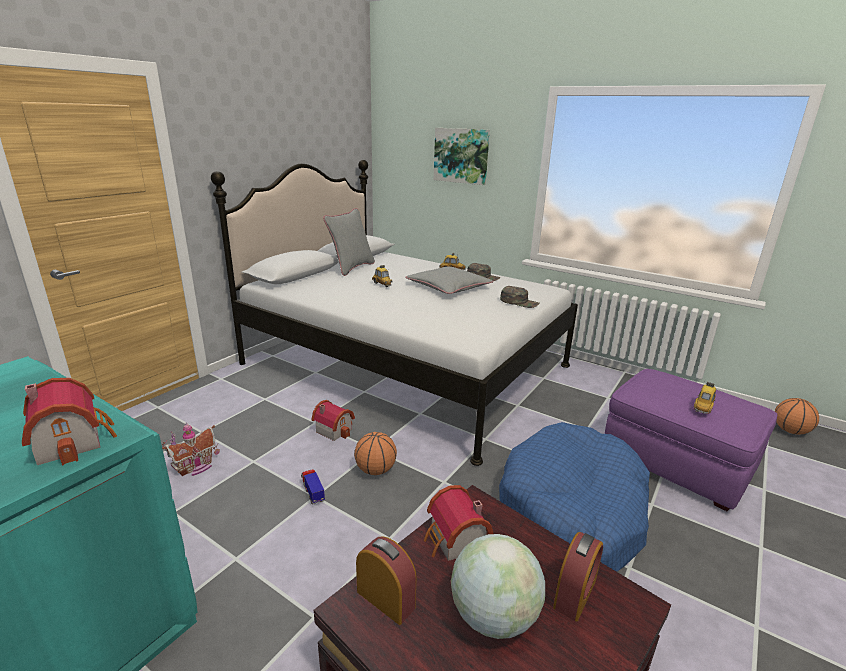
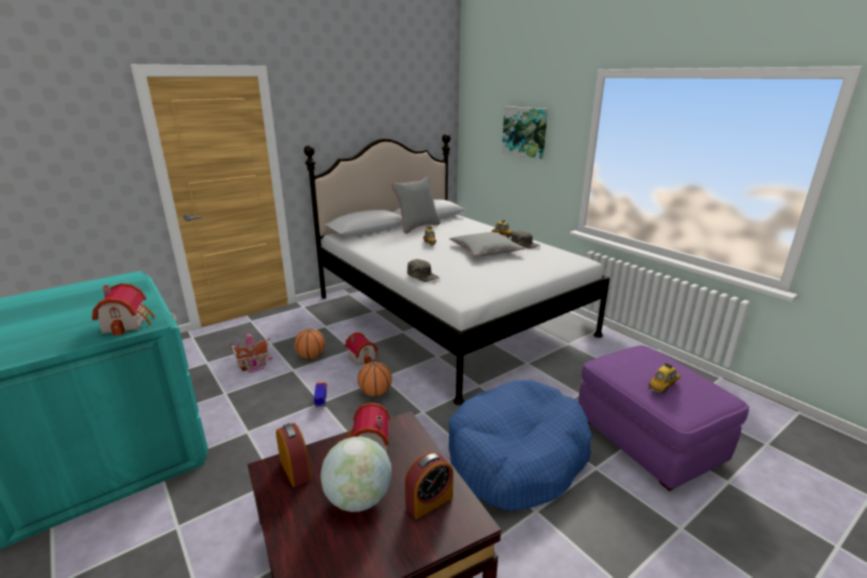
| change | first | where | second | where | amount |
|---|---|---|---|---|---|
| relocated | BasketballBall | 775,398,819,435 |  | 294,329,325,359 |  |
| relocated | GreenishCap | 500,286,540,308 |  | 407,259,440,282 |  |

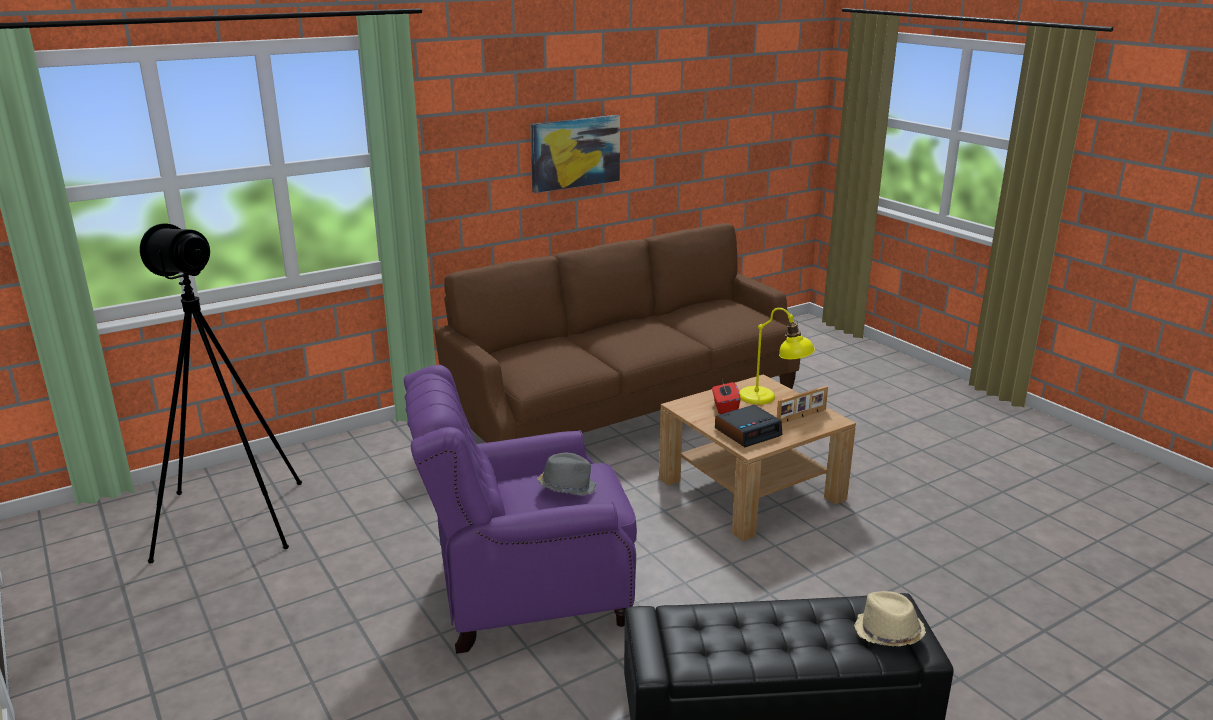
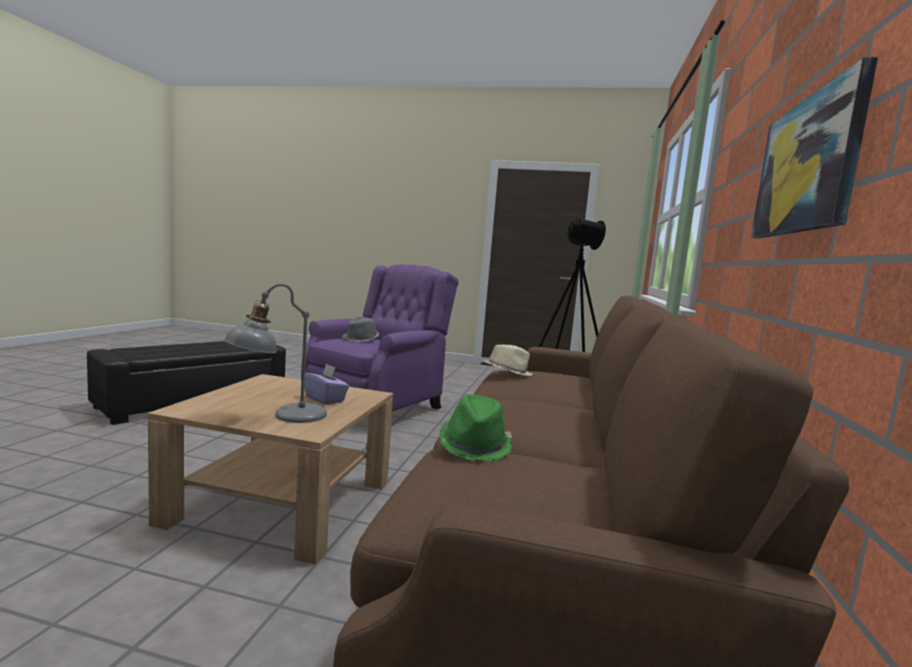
| change | first | where | second | where | amount |
|---|---|---|---|---|---|
| colour | YellowishTabletopLamp | 739,308,815,405 | GreyTabletopLamp | 224,283,327,423 |  |
| colour | ReddishTissueBox | 712,380,741,414 | PurpleTissueBox | 304,364,349,405 |  |
| appeared |  |  | GreenishHat | 440,394,512,462 |  |
| relocated | BeigeColouredHat | 854,591,926,646 |  | 484,345,532,376 |  |
| missing | AlarmClock | 715,405,782,447 |  |  |  |
| missing | StandingFrame | 777,386,828,423 |  |  |  |

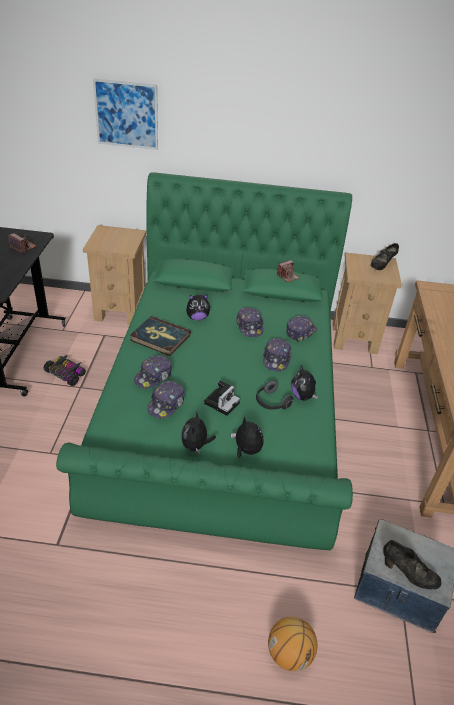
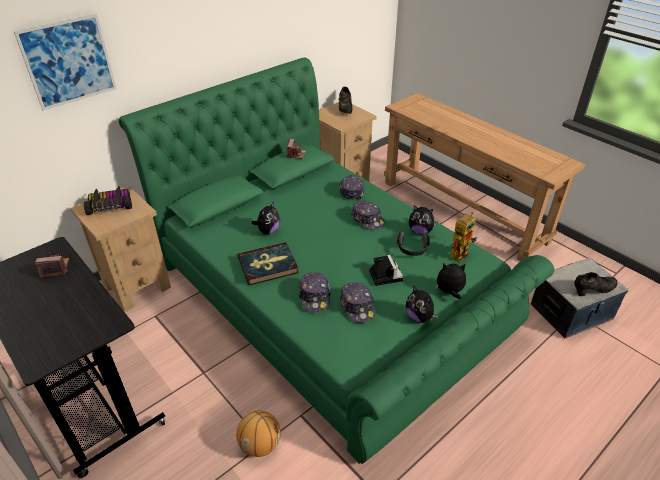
| change | first | where | second | where | amount |
|---|---|---|---|---|---|
| relocated | ToyCar | 44,355,86,386 |  | 84,185,132,215 |  |
| relocated | BasketballBall | 268,617,317,672 |  | 236,410,281,457 |  |
| appeared |  |  | RobotFigure | 450,212,477,263 |  |
| missing | Cap | 236,308,264,337 |  |  |  |

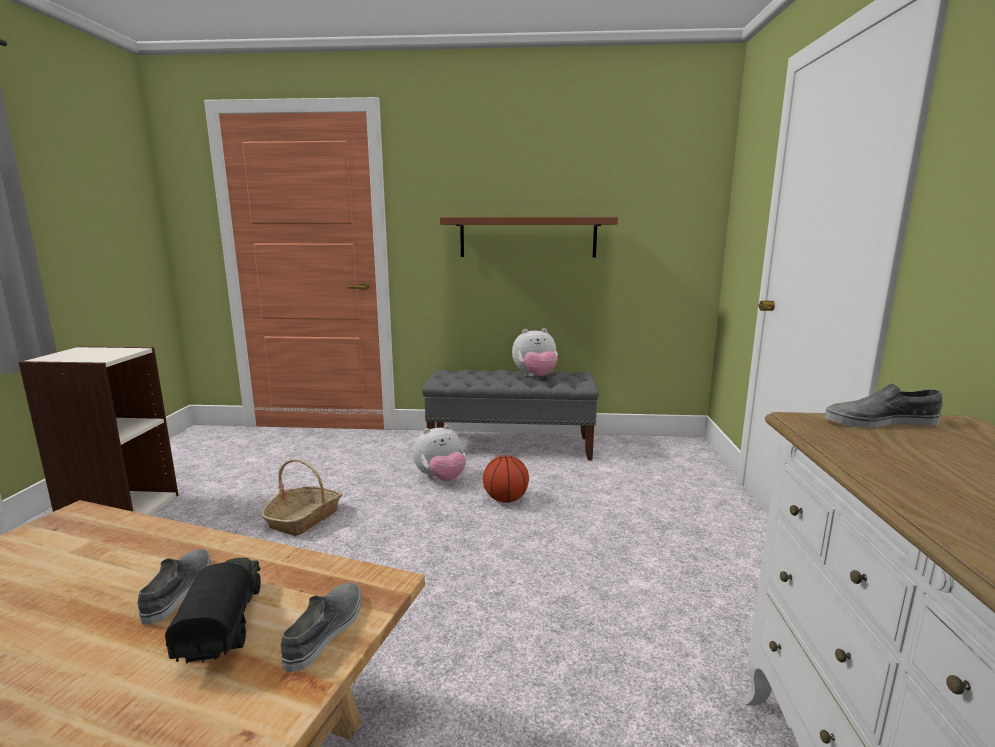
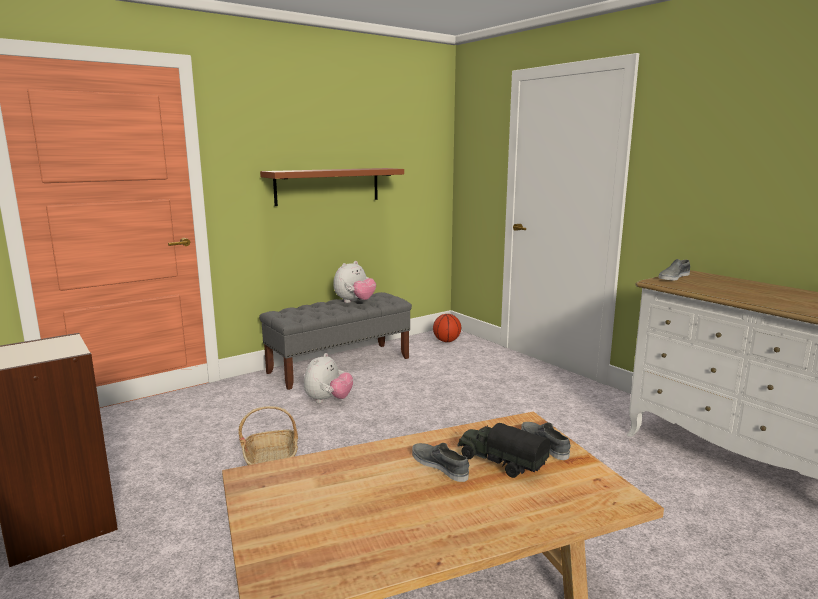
| change | first | where | second | where | amount |
|---|---|---|---|---|---|
| relocated | BasketballBall | 483,455,529,503 |  | 433,314,461,342 |  |

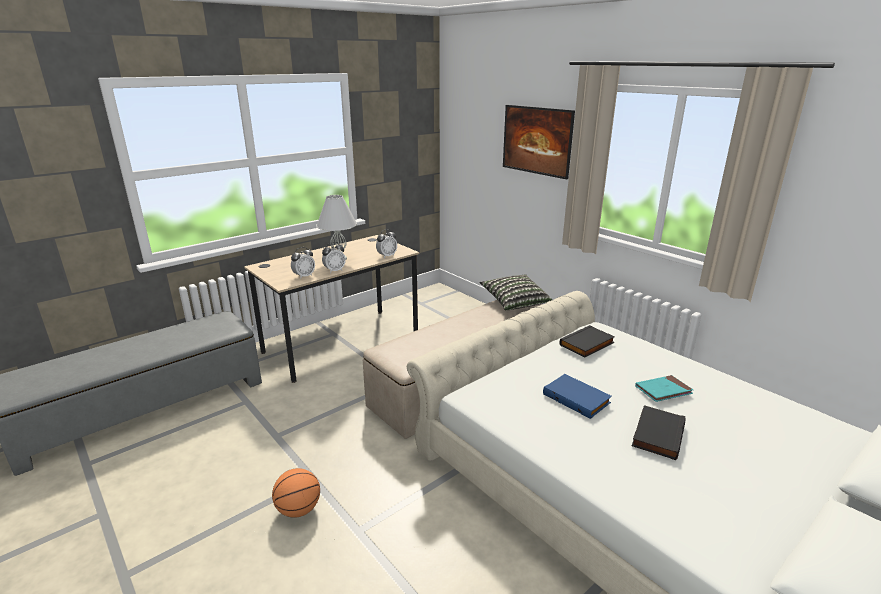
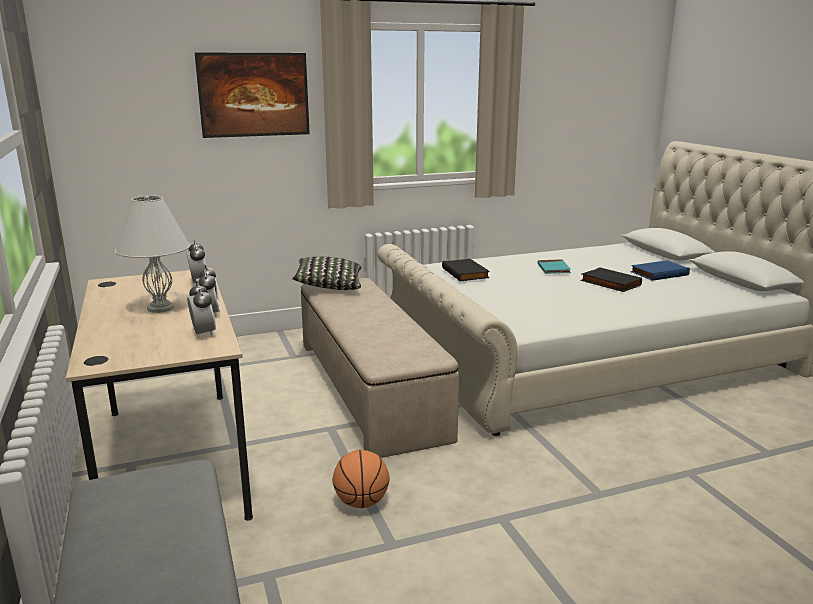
| change | first | where | second | where | amount |
|---|---|---|---|---|---|
| relocated | BasketballBall | 272,468,320,518 |  | 332,450,390,508 |  |
| relocated | BlueBoundBook | 543,374,612,419 |  | 631,260,690,281 |  |

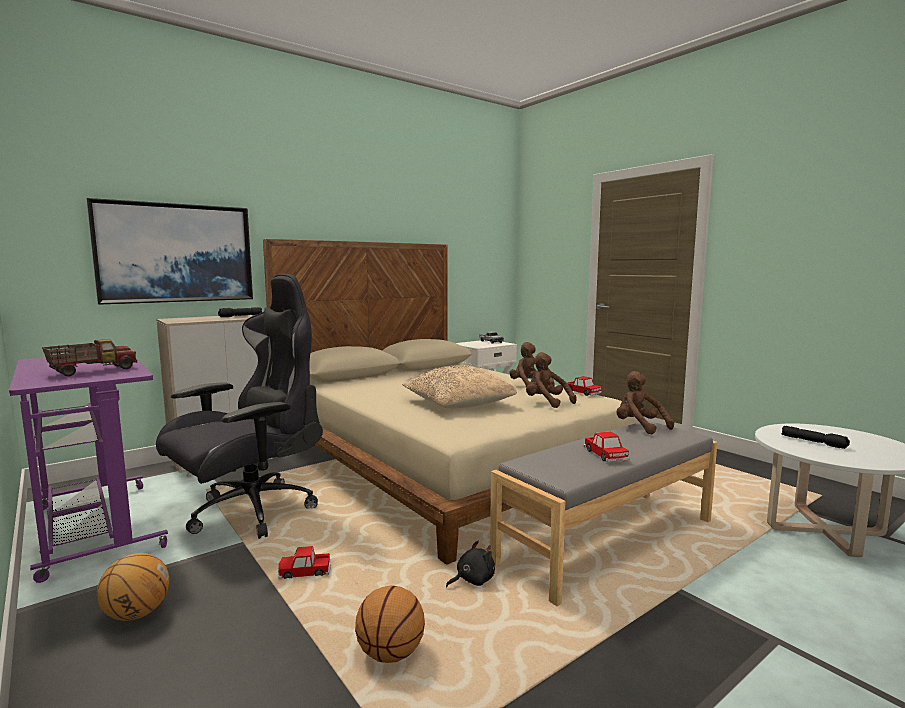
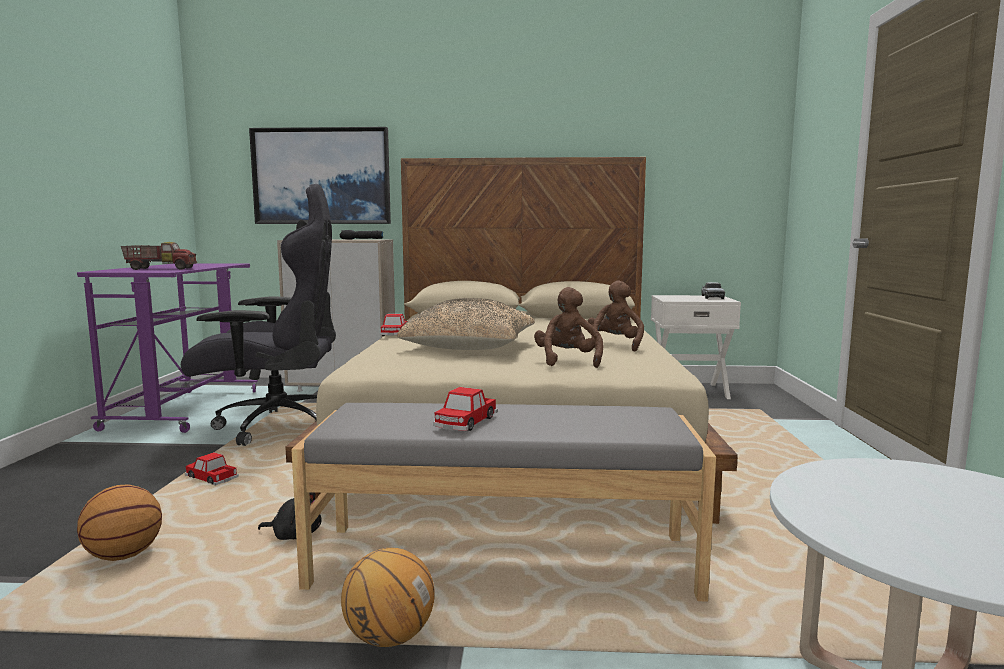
| change | first | where | second | where | amount |
|---|---|---|---|---|---|
| relocated | BasketballBall | 97,553,169,621 |  | 341,548,435,647 |  |
| relocated | ToyCar | 567,376,602,396 |  | 380,314,408,336 |  |
| missing | BrownCuddlyToy | 617,371,674,434 |  |  |  |
| missing | BlackTorch | 782,426,850,449 |  |  |  |

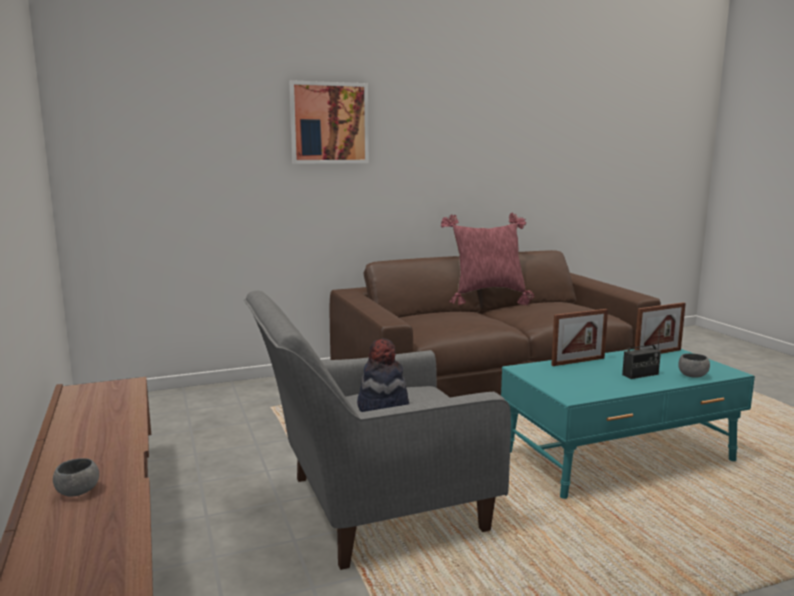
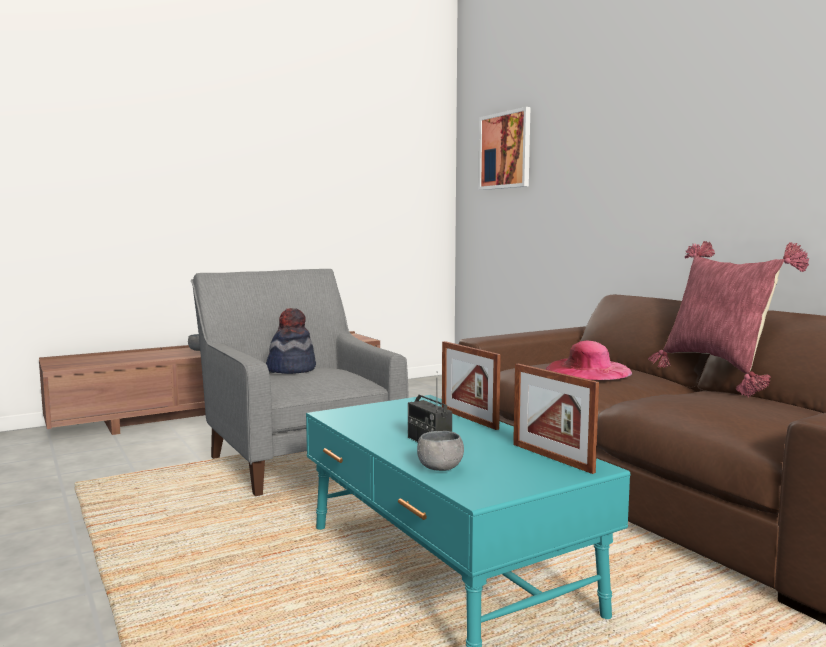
| change | first | where | second | where | amount |
|---|---|---|---|---|---|
| relocated | Picture | 289,80,369,164 |  | 478,107,530,190 |  |
| appeared |  |  | PinkishHat | 545,341,632,380 |  |

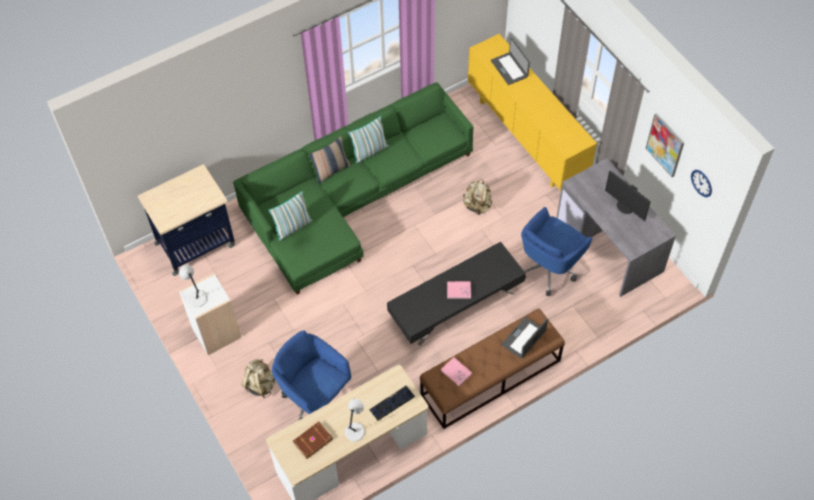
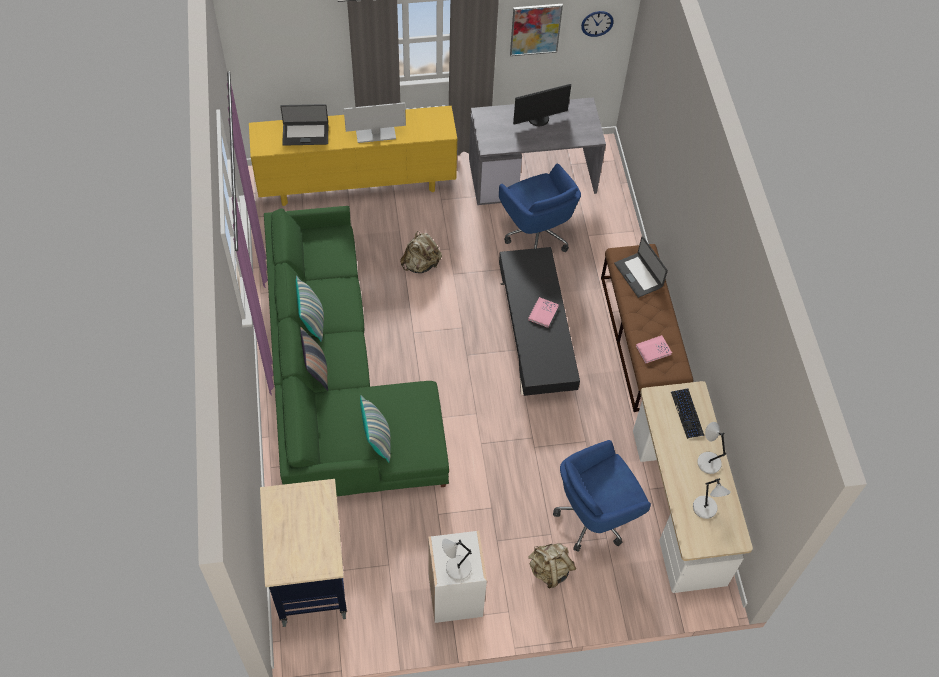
| change | first | where | second | where | amount |
|---|---|---|---|---|---|
| appeared |  |  | ComputerDisplay | 344,102,406,143 |  |
| exchanged | BrownBoundBook | 293,422,333,459 | GreyTabletopLamp | 693,478,731,519 |  |

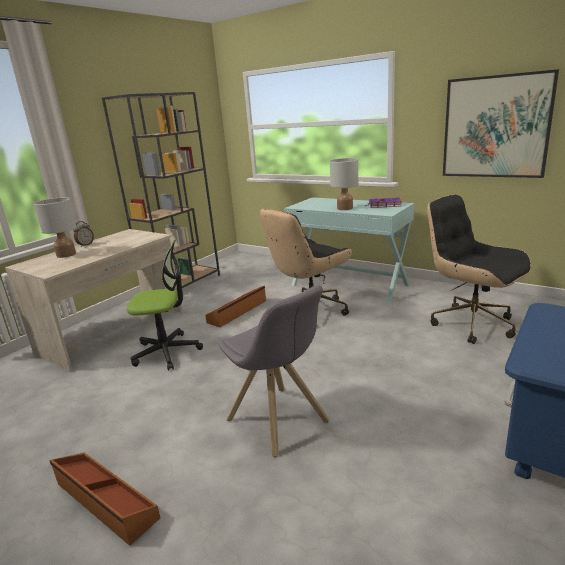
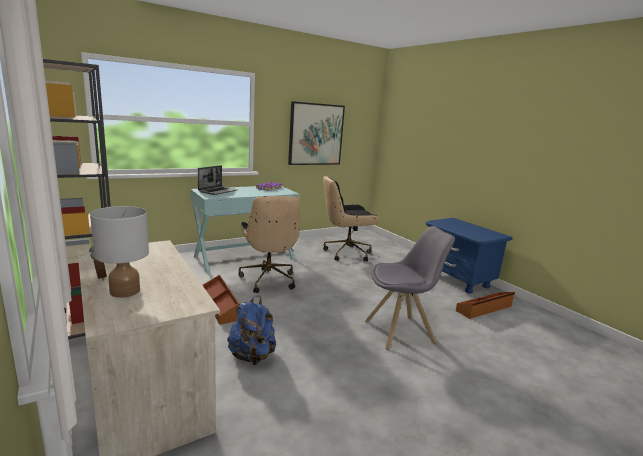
| change | first | where | second | where | amount |
|---|---|---|---|---|---|
| appeared |  |  | PortableComputer | 198,165,238,195 |  |
| exchanged | OfficeChair | 127,239,203,371 | BlueBackpack | 227,296,276,365 |  |
| relocated | BrownStorageContainer | 50,453,160,546 |  | 456,292,515,319 |  |
| missing | GreyTabletopLamp | 330,158,358,210 |  |  |  |

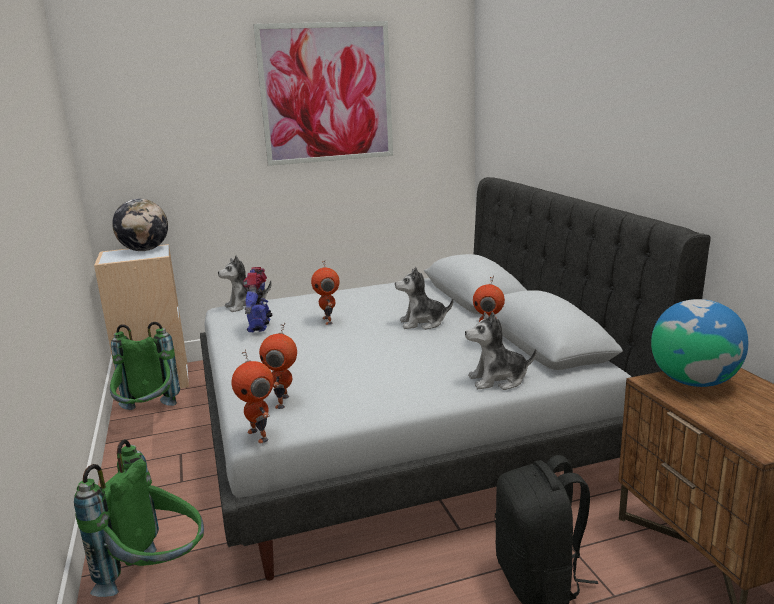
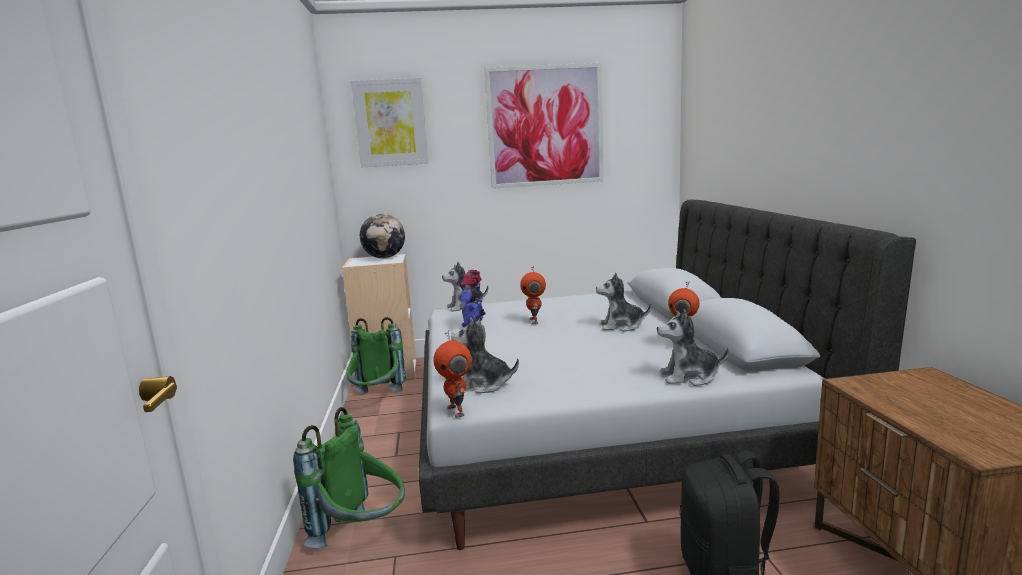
| change | first | where | second | where | amount |
|---|---|---|---|---|---|
| appeared |  |  | Picture | 351,78,428,168 |  |
| exchanged | RobotFigure | 259,323,297,409 | CuddlyToy | 451,317,519,393 |  |
| missing | Globe | 651,299,749,387 |  |  |  |

